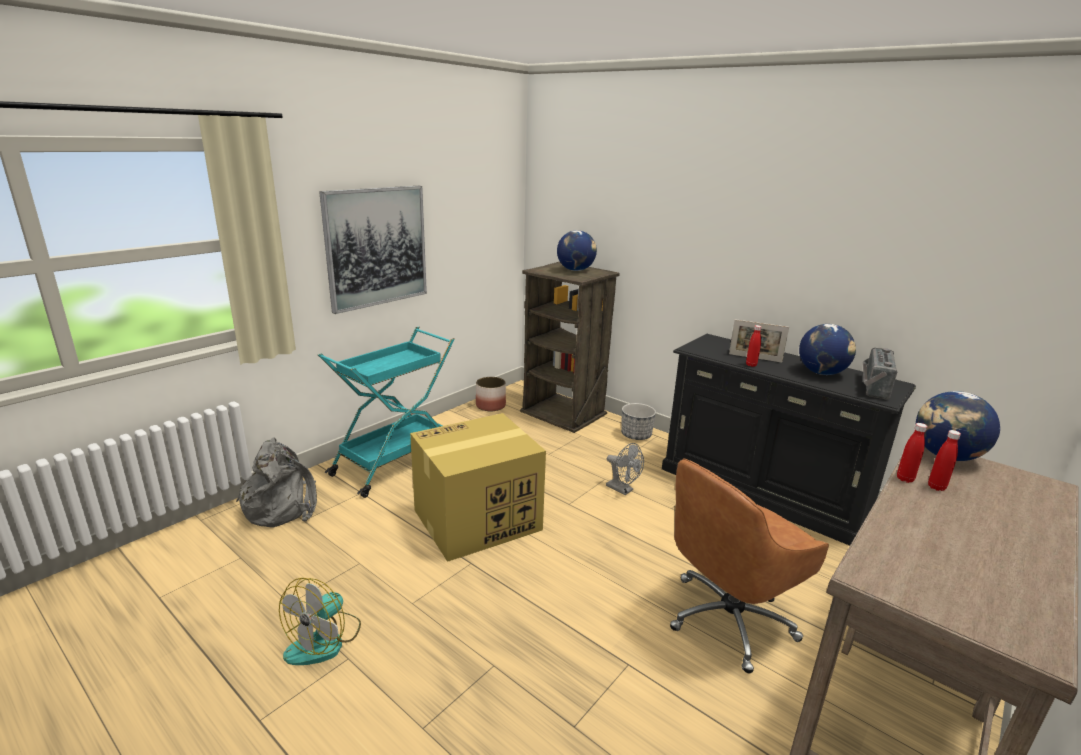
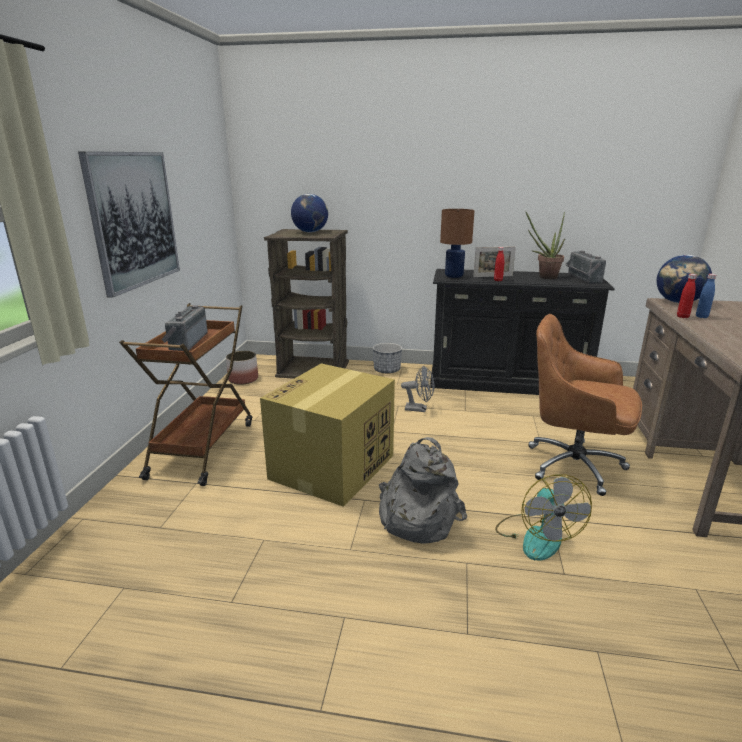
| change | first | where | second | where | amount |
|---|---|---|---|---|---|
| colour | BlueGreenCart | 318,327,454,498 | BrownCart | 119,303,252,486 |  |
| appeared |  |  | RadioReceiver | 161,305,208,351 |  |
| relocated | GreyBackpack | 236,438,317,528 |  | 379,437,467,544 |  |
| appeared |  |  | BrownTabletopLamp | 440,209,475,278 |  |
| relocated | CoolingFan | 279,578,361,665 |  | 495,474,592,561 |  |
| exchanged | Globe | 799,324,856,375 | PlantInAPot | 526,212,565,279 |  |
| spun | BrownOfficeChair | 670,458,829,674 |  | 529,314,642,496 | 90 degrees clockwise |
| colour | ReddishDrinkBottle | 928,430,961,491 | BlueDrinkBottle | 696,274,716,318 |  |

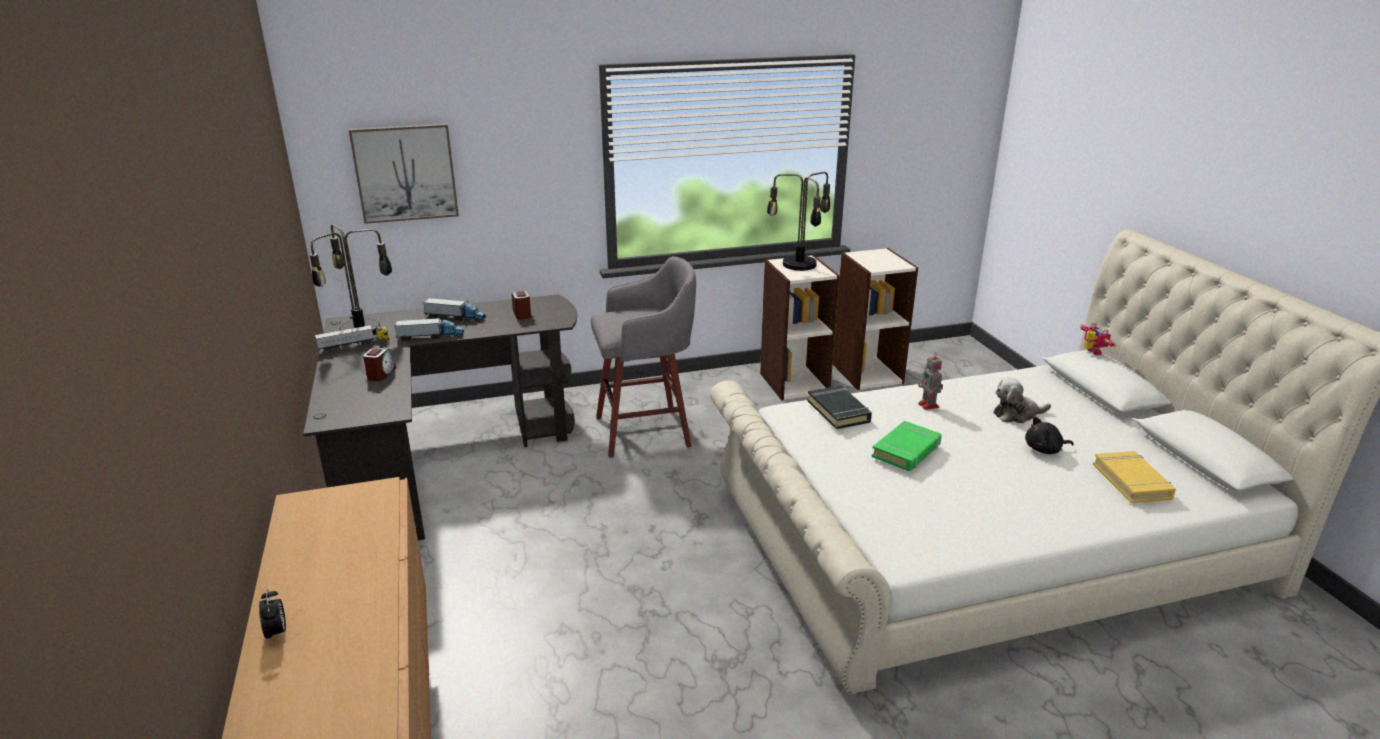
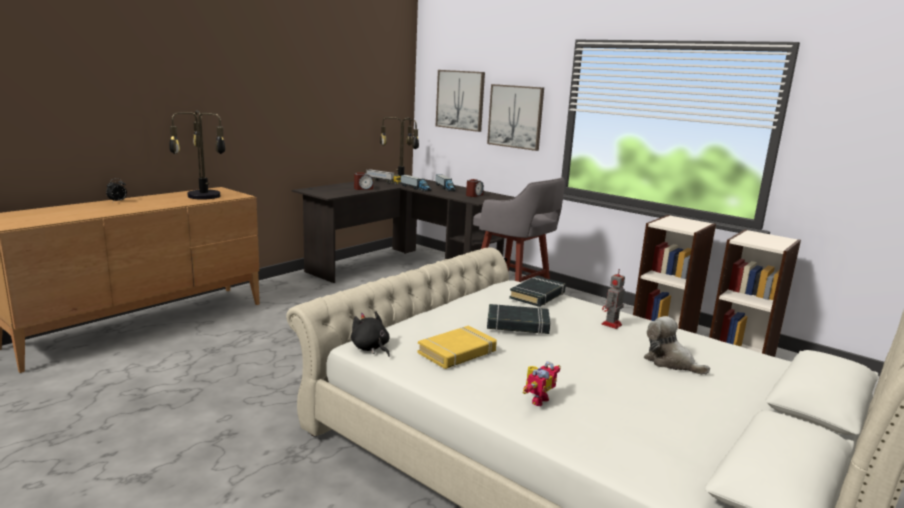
| change | first | where | second | where | amount |
|---|---|---|---|---|---|
| relocated | TabletopLamp | 767,172,830,271 |  | 169,110,225,200 |  |
| relocated | BlackCuddlyToy | 1025,417,1074,454 |  | 351,311,390,357 |  |
| relocated | YellowishBoundBook | 1093,451,1176,503 |  | 417,326,497,369 |  |
| appeared |  |  | Picture | 487,84,544,151 |  |
| colour | GreenishBoundBook | 872,421,942,471 | BlackBoundBook | 487,304,550,335 |  |
| relocated | RobotFigure | 1080,323,1117,355 |  | 523,361,561,406 |  |

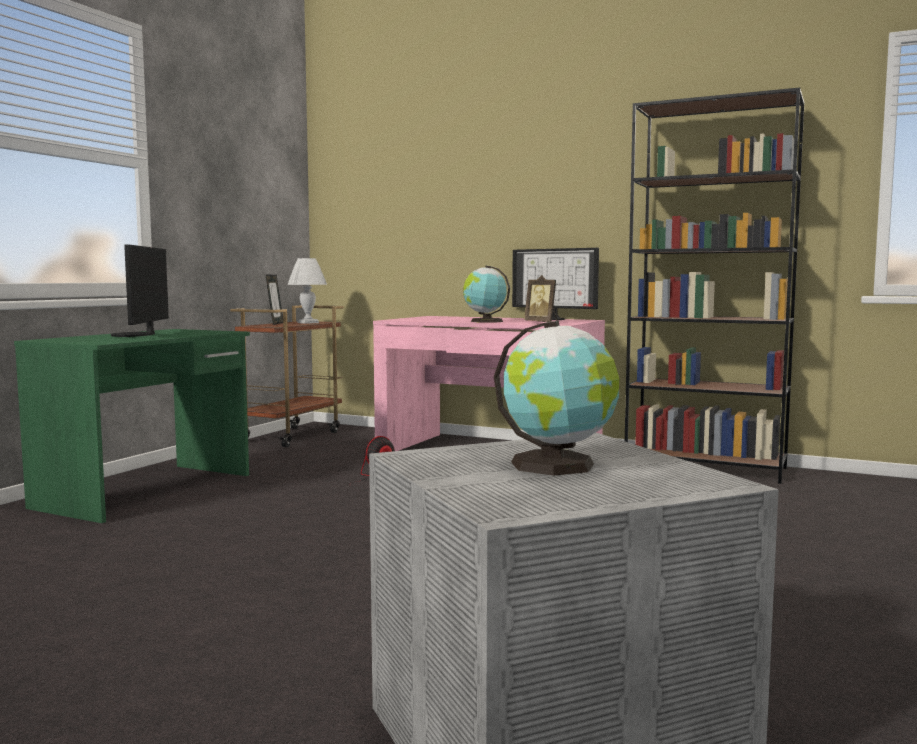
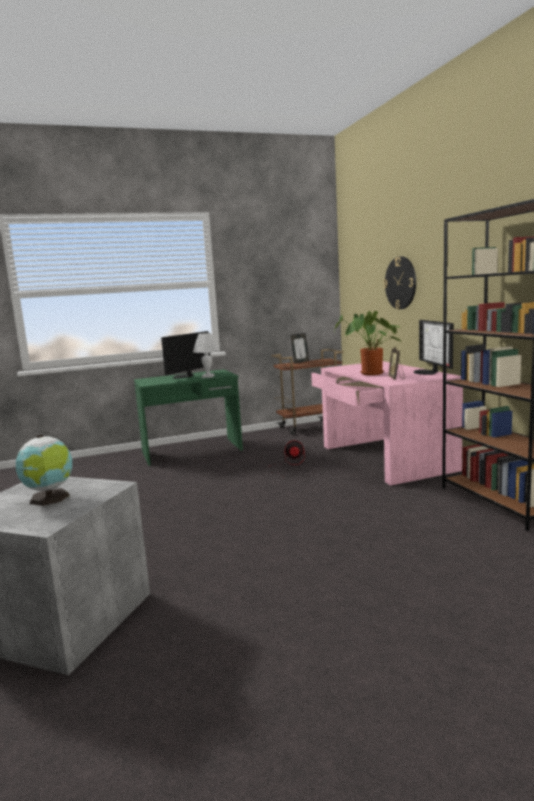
| change | first | where | second | where | amount |
|---|---|---|---|---|---|
| relocated | WhiteColouredTabletopLamp | 287,258,327,324 |  | 193,333,219,378 |  |
| exchanged | Globe | 463,266,510,323 | PlantInAPot | 334,311,401,375 |  |
| appeared |  |  | ClockOnTheWall | 384,256,416,309 |  |

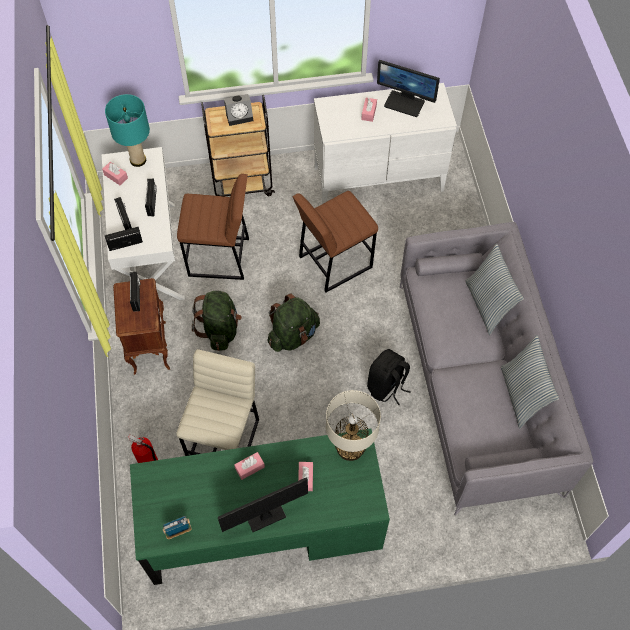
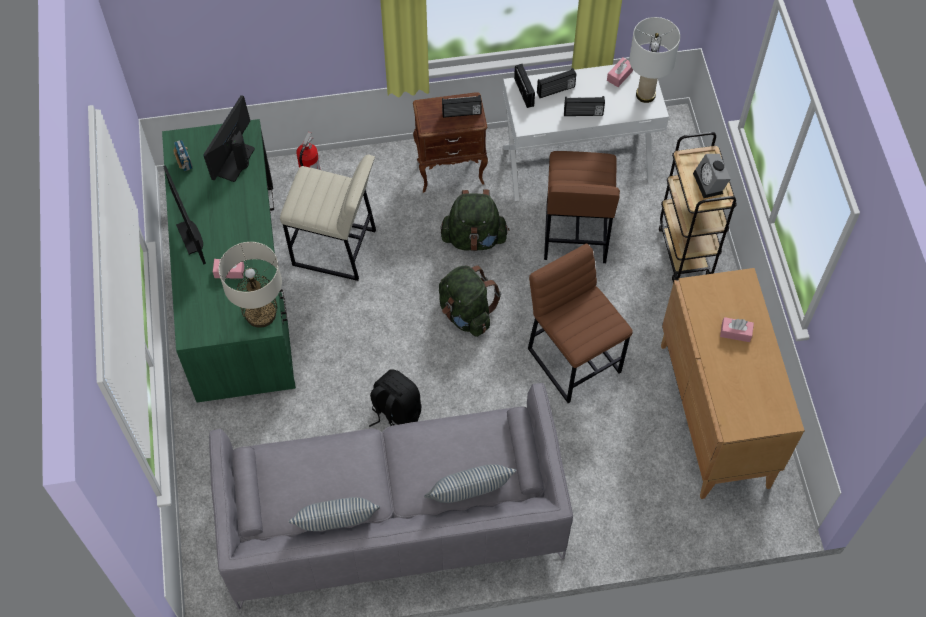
| change | first | where | second | where | amount |
|---|---|---|---|---|---|
| relocated | ComputerDisplay | 377,60,440,117 |  | 203,95,255,182 |  |
| colour | BlueGreenTabletopLamp | 105,94,150,167 | WhiteColouredTabletopLamp | 629,17,680,103 |  |
| colour | WhiteColouredStorageCabinet | 314,83,457,204 | BrownStorageCabinet | 661,268,805,499 |  |
| missing | PinkishTissueBox | 234,452,265,480 |  |  |  |

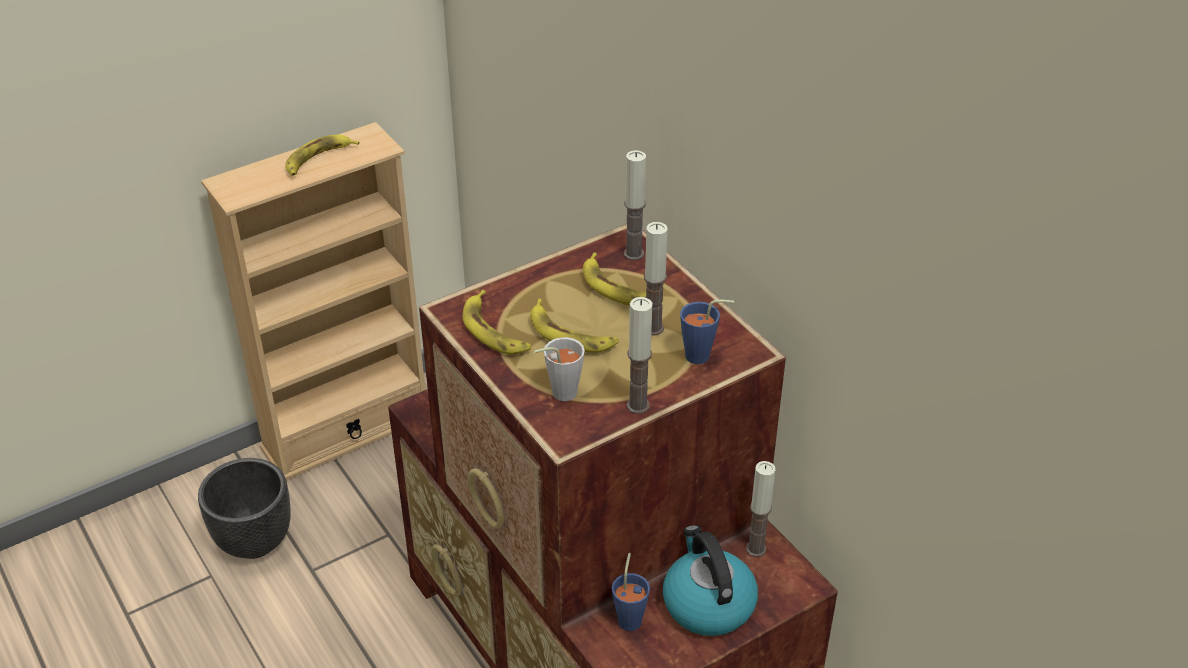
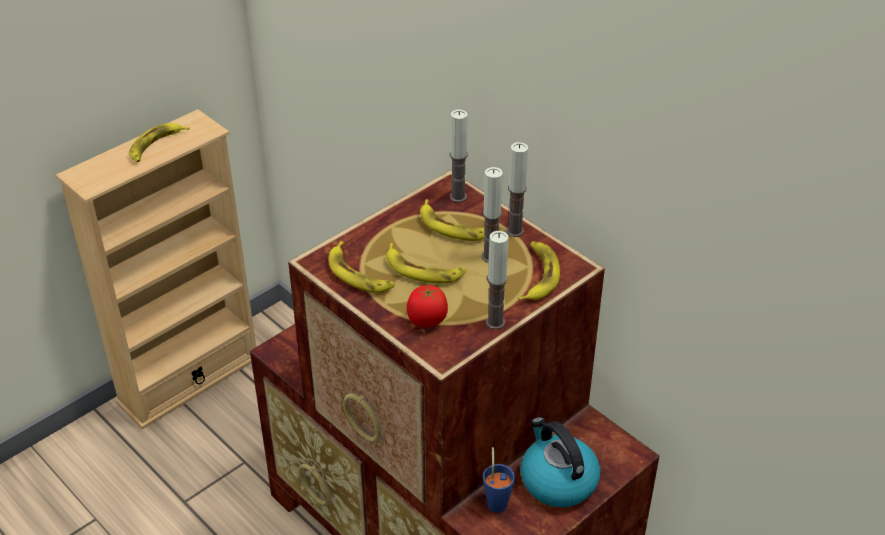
| change | first | where | second | where | amount |
|---|---|---|---|---|---|
| exchanged | GreyDrinkingCup | 534,337,585,401 | FreshTomato | 407,285,448,328 |  |
| relocated | Candle | 746,461,775,557 |  | 506,142,528,237 |  |
| exchanged | BlueDrinkingCup | 680,300,734,364 | WholeBanana | 519,241,560,300 |  |
| missing | BlackPlanter | 198,458,291,559 |  |  |  |

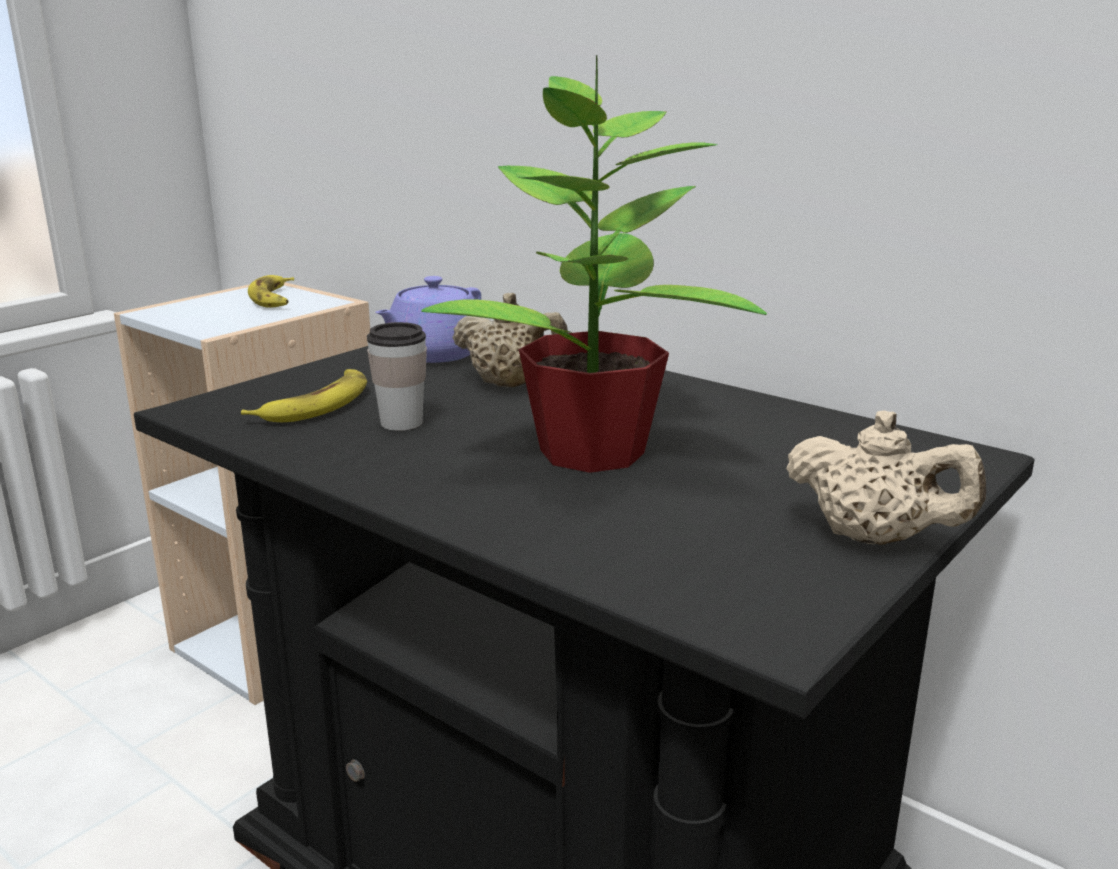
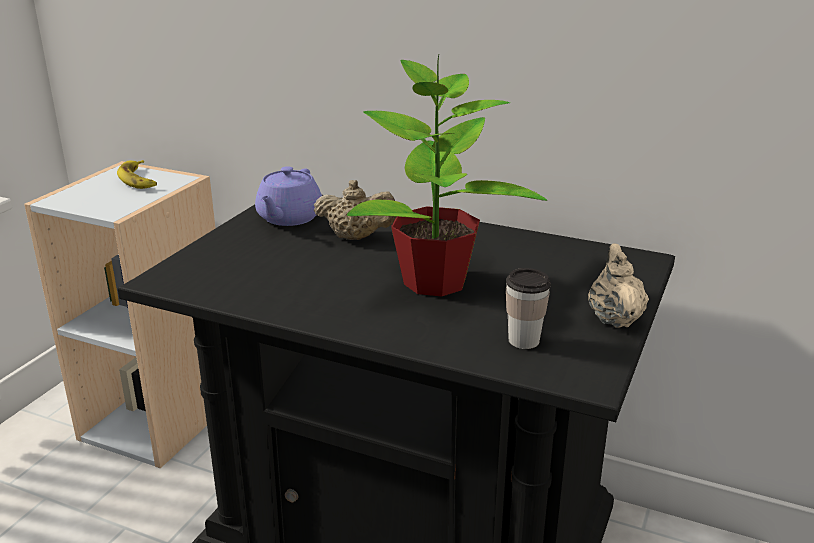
| change | first | where | second | where | amount |
|---|---|---|---|---|---|
| relocated | DrinkingCup | 367,322,427,431 |  | 506,268,551,349 |  |
| spun | BeigeColouredTeaPot | 786,410,986,545 |  | 588,244,649,328 | 105 degrees counterclockwise |
| missing | WholeBanana | 241,369,367,422 |  |  |  |

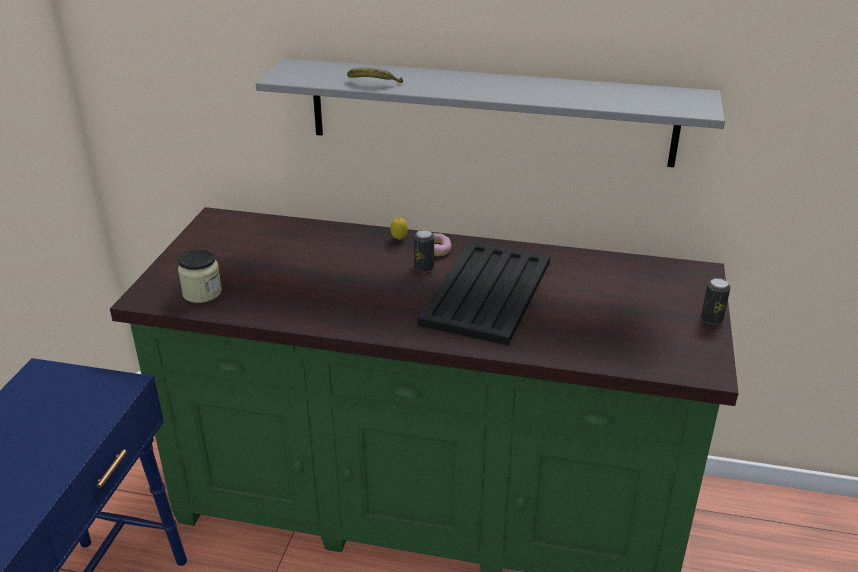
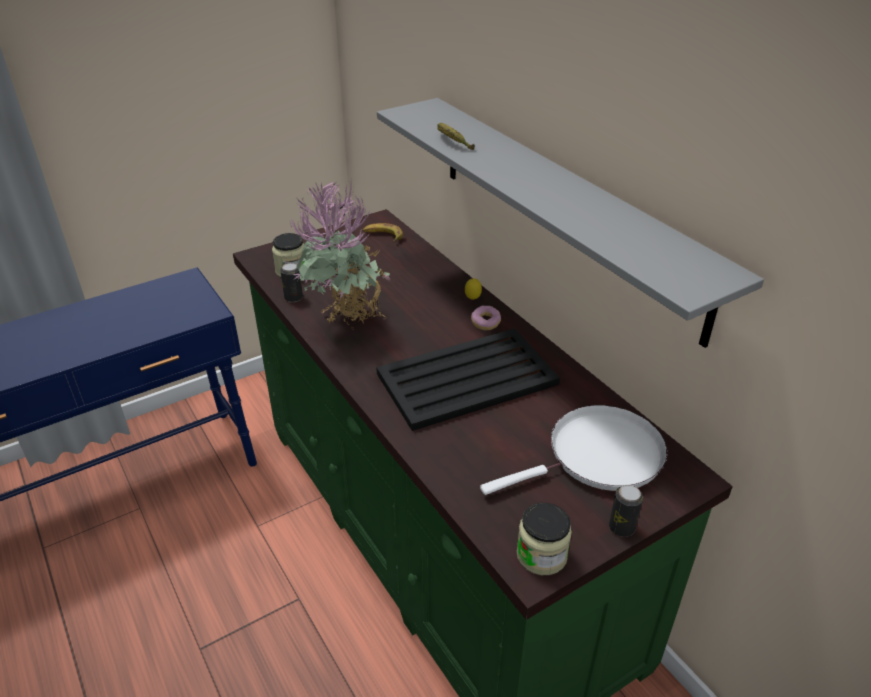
| change | first | where | second | where | amount |
|---|---|---|---|---|---|
| relocated | Can | 414,230,434,272 |  | 280,263,303,302 |  |
| appeared |  |  | PlantInAPot | 290,181,391,329 |  |
| appeared |  |  | WholeBanana | 363,223,403,242 |  |
| appeared |  |  | WhiteColouredFryingPan | 480,405,667,495 |  |
| appeared |  |  | PreserveJar | 517,503,572,575 |  |

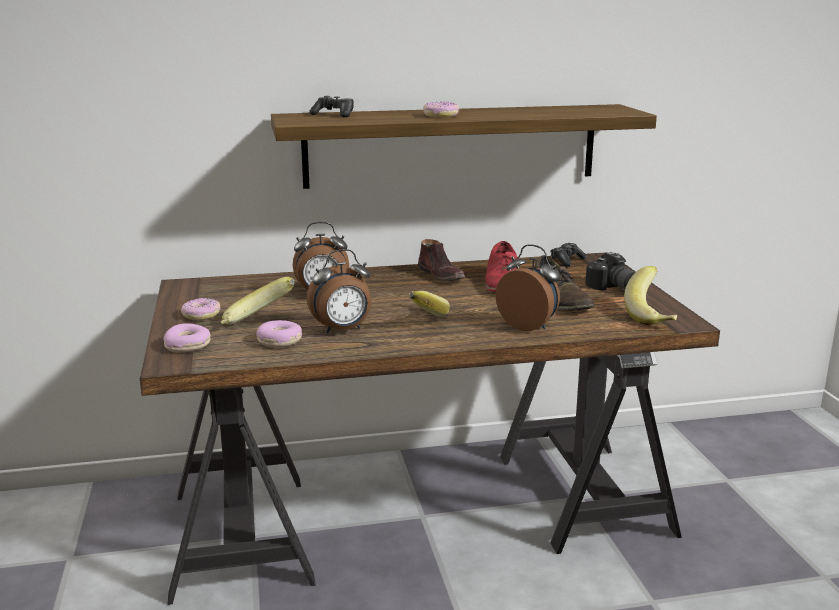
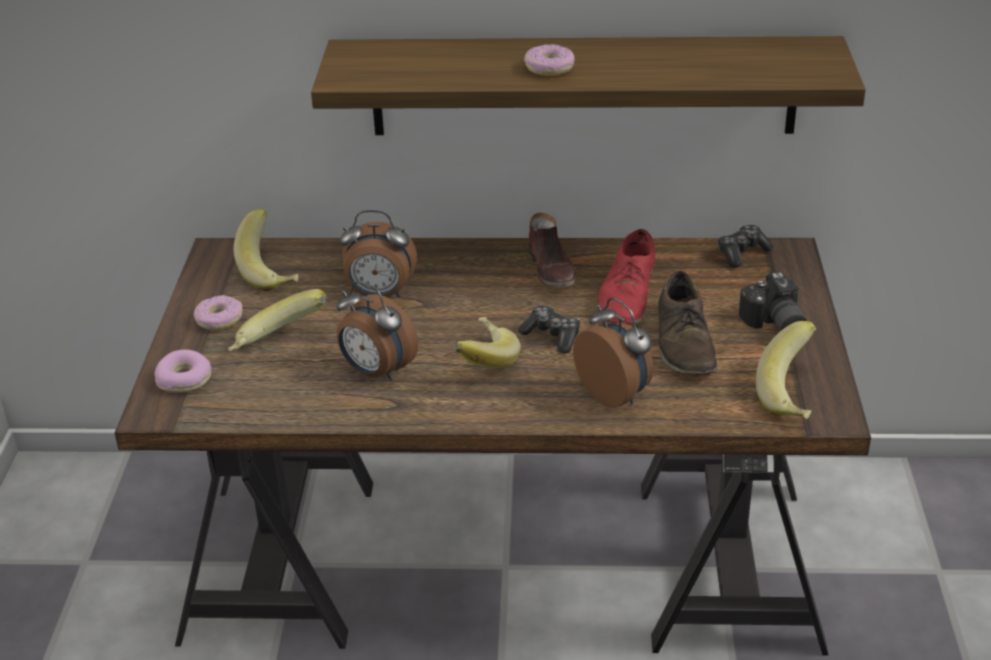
| change | first | where | second | where | amount |
|---|---|---|---|---|---|
| appeared |  |  | WholeBanana | 234,209,299,291 |  |
| spun | AlarmClock | 307,249,371,333 |  | 337,281,418,381 | 45 degrees clockwise |
| relocated | Gamepad | 309,96,354,117 |  | 519,305,580,354 |  |
| missing | RingDoughnut | 256,320,302,348 |  |  |  |

